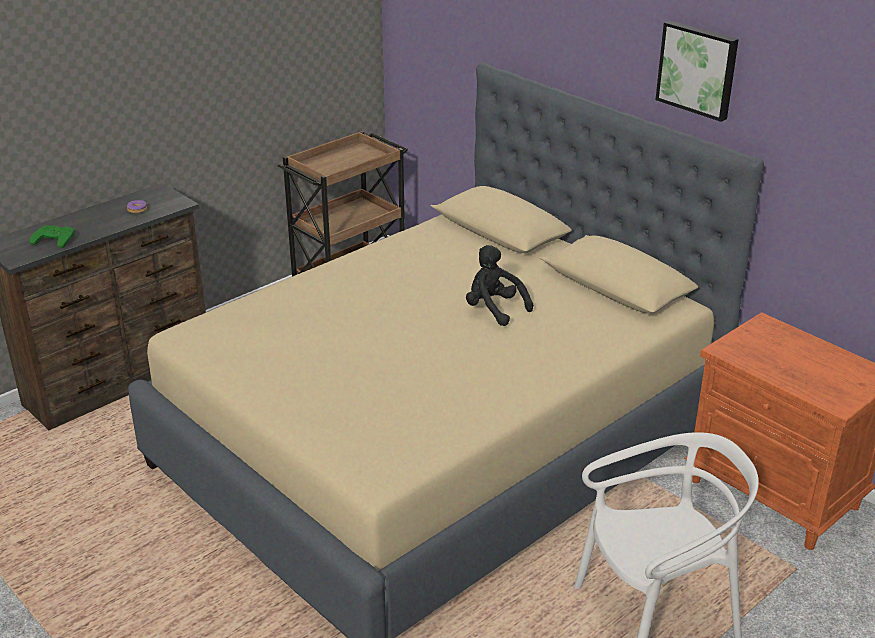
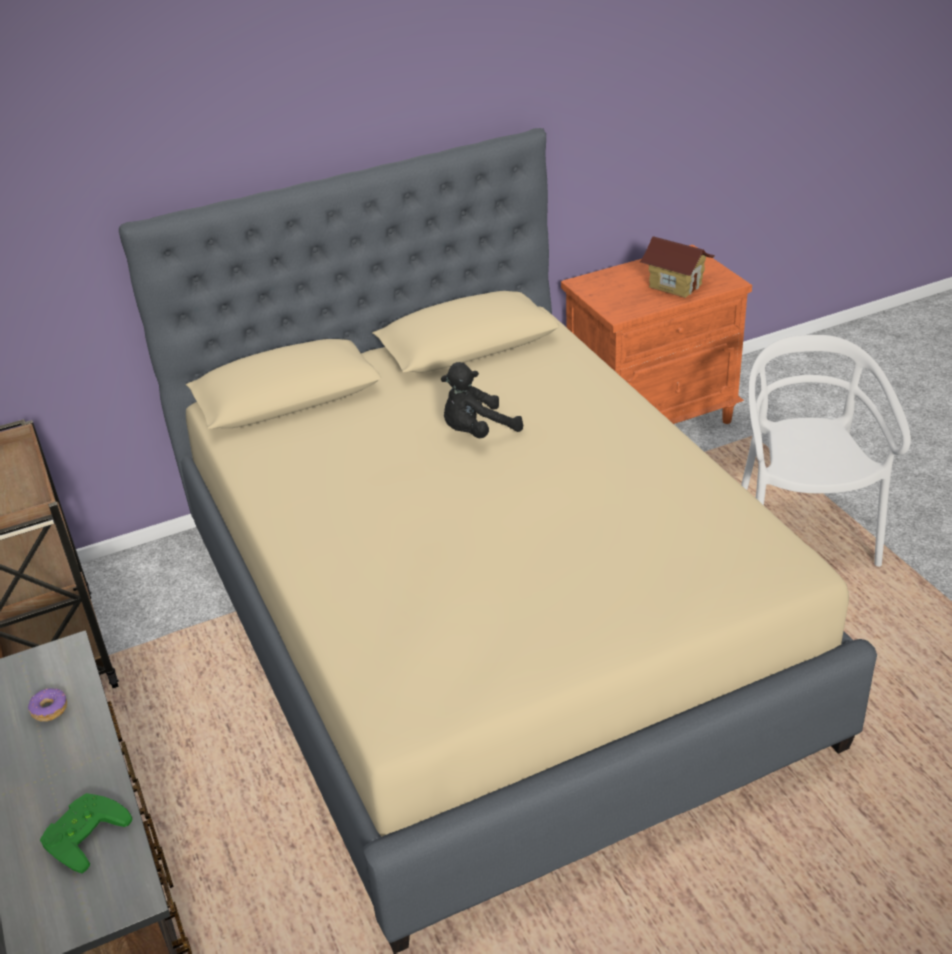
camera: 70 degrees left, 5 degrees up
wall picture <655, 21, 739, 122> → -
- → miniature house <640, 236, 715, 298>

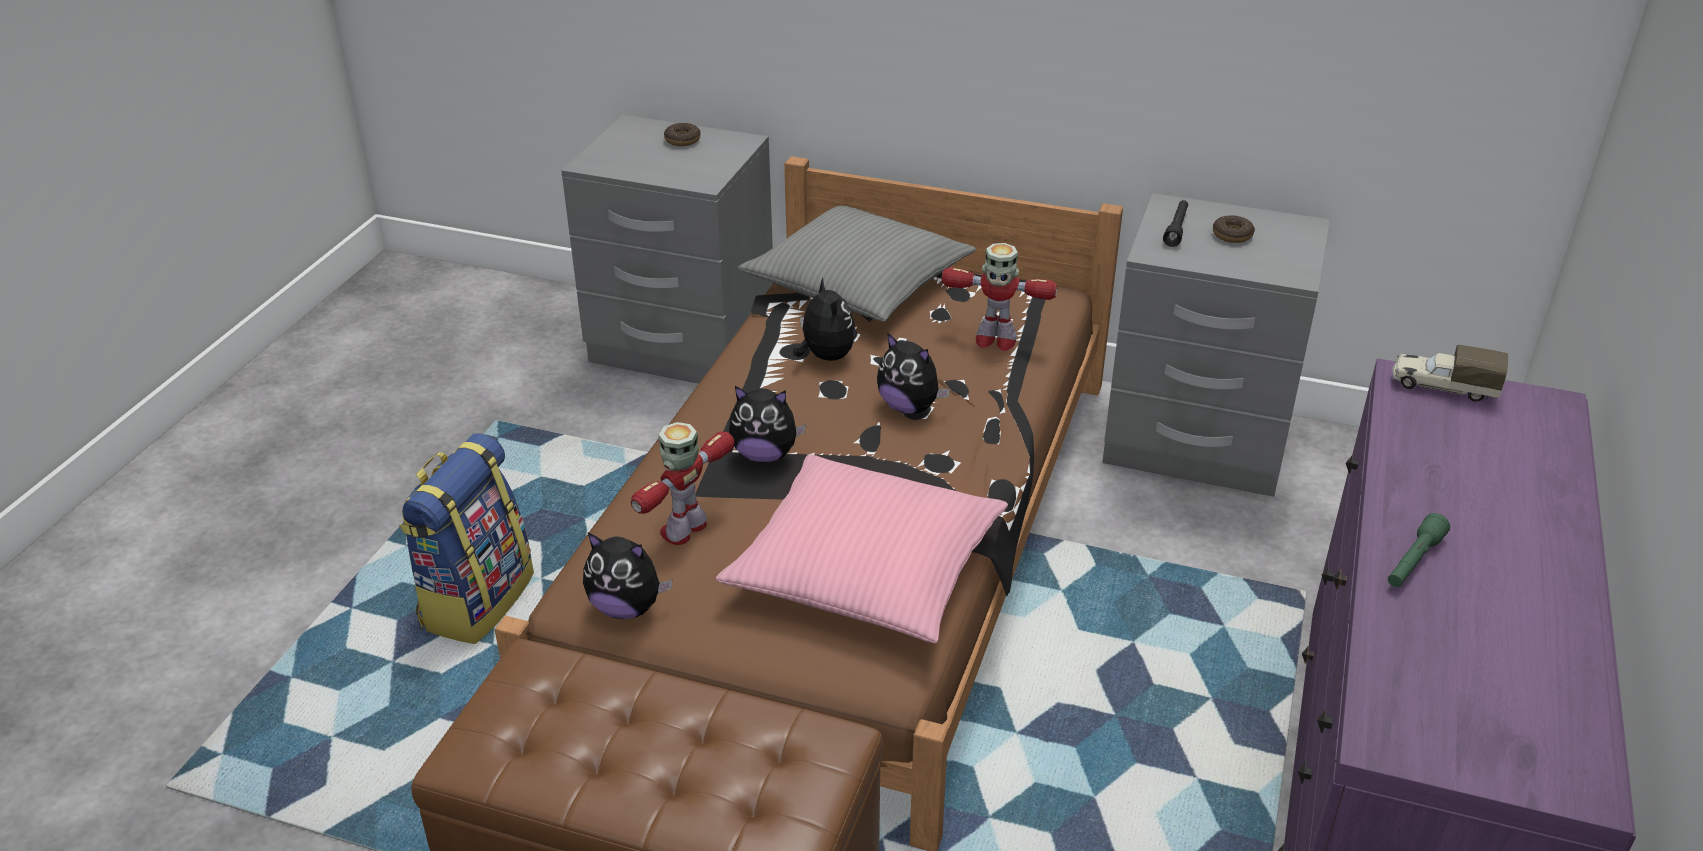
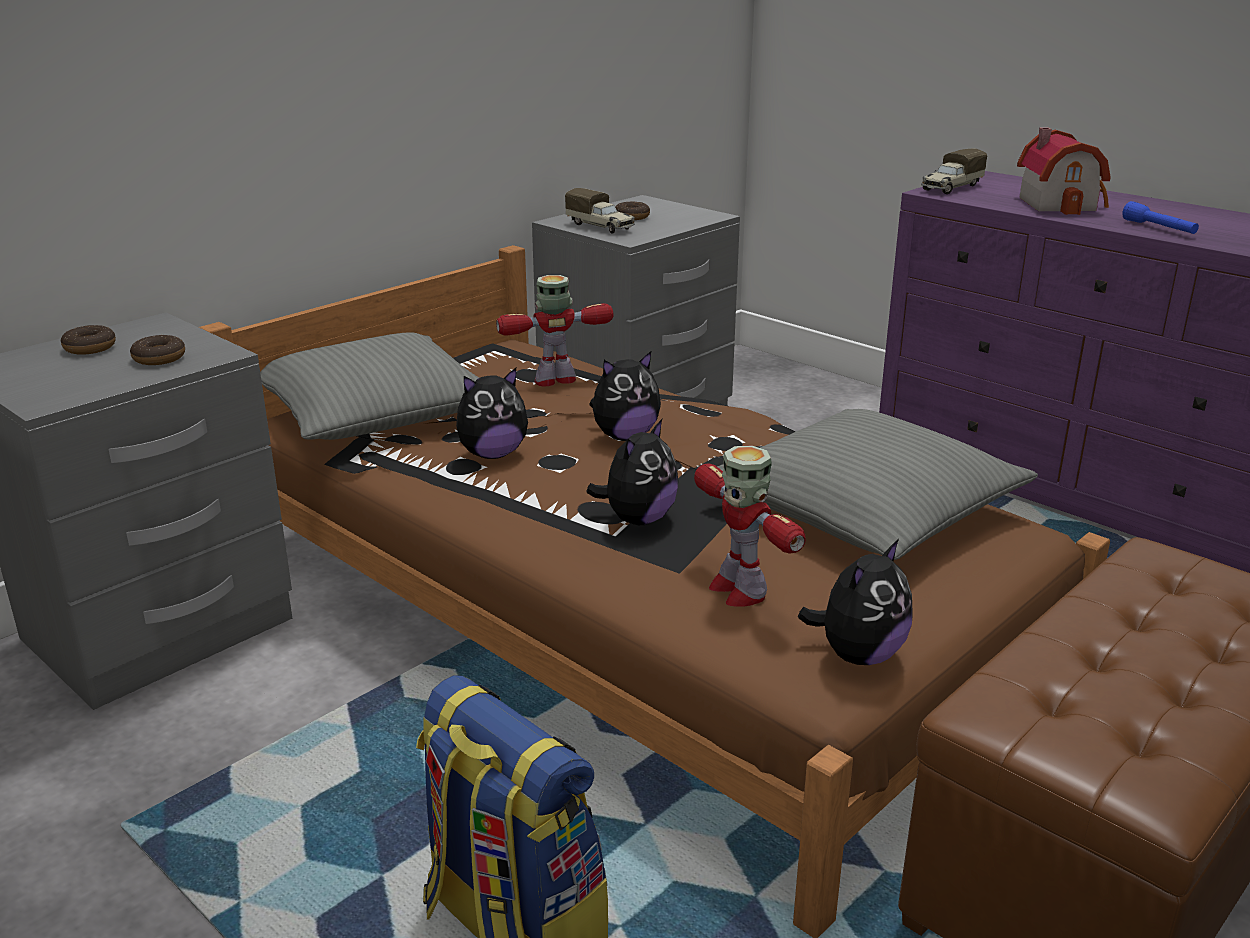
camera: 65 degrees left, 10 degrees down
flashlight (black) <1163, 200, 1188, 247> → model truck <565, 188, 635, 234>
robot figure <942, 243, 1057, 351> → robot figure <496, 275, 614, 386>, 150 degrees counterclockwise
plush toy <793, 278, 855, 361> → plush toy <456, 368, 528, 459>, 150 degrees clockwise
cushion (pink) <716, 455, 1008, 643> → cushion (greyish) <717, 409, 1038, 560>
flashlight (green) <1388, 513, 1450, 587> → flashlight (bluish) <1122, 201, 1199, 234>
- → miniature house <1017, 127, 1111, 215>
- → doughnut <130, 335, 185, 365>

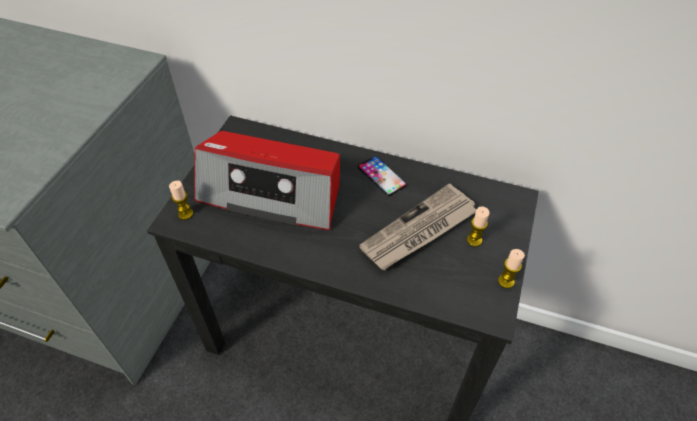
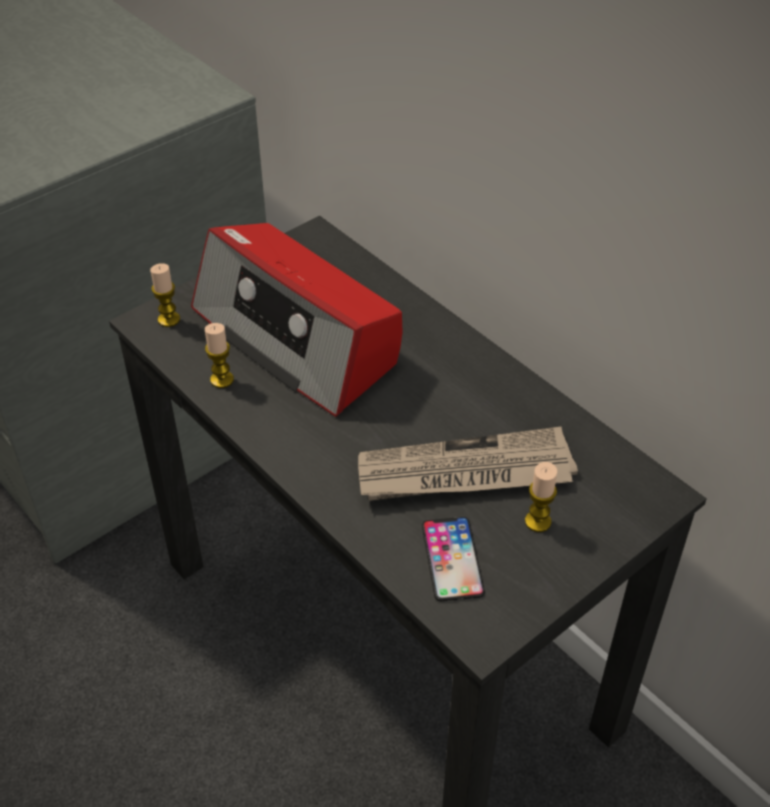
camera: 30 degrees right, 5 degrees down
telephone <358, 156, 407, 196> → telephone <422, 517, 485, 601>, relocated
candle <498, 249, 525, 289> → candle <205, 323, 234, 388>, relocated

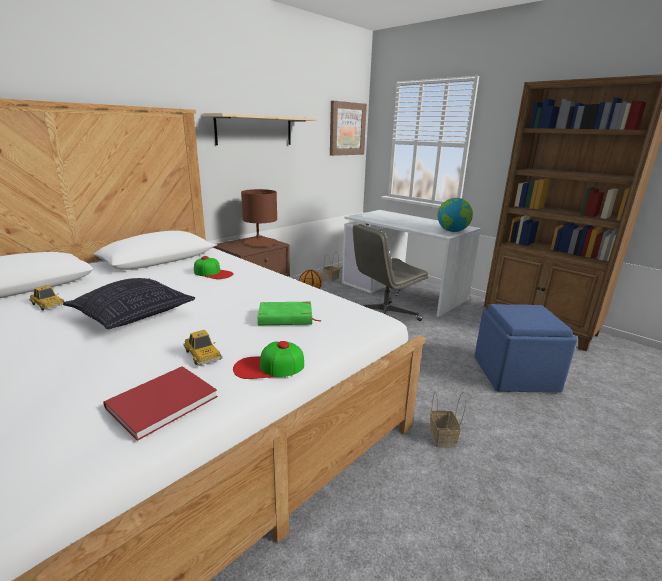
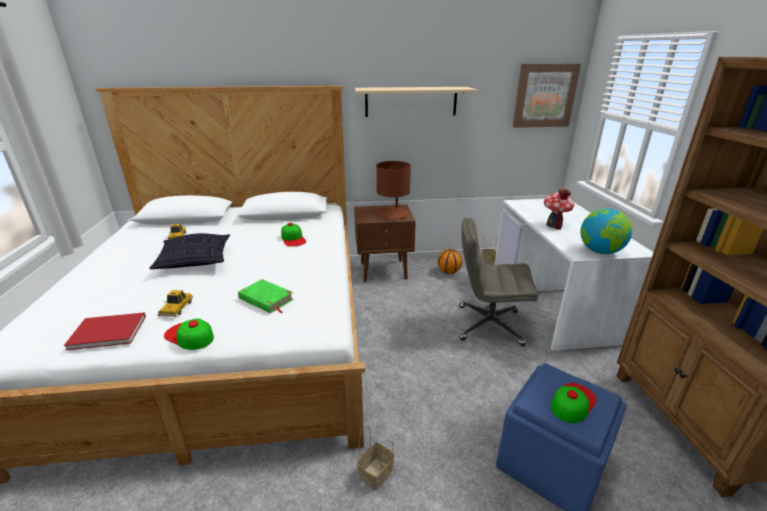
camera: 40 degrees right, 5 degrees up
- → miniature house <544, 189, 574, 230>
- → peaked cap <551, 383, 597, 423>

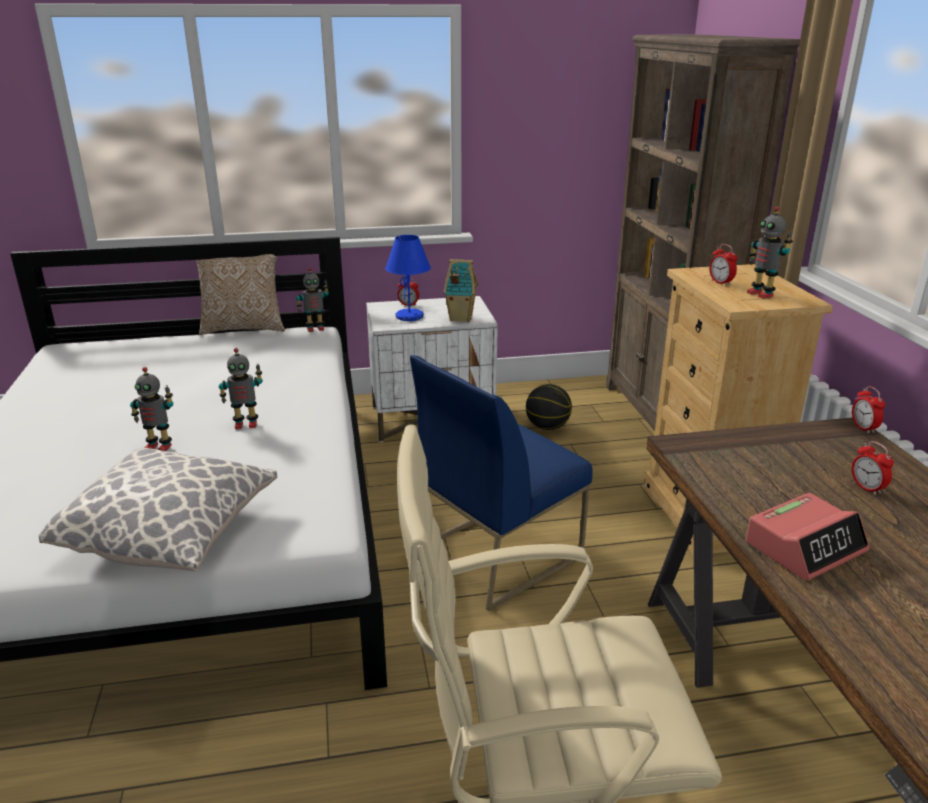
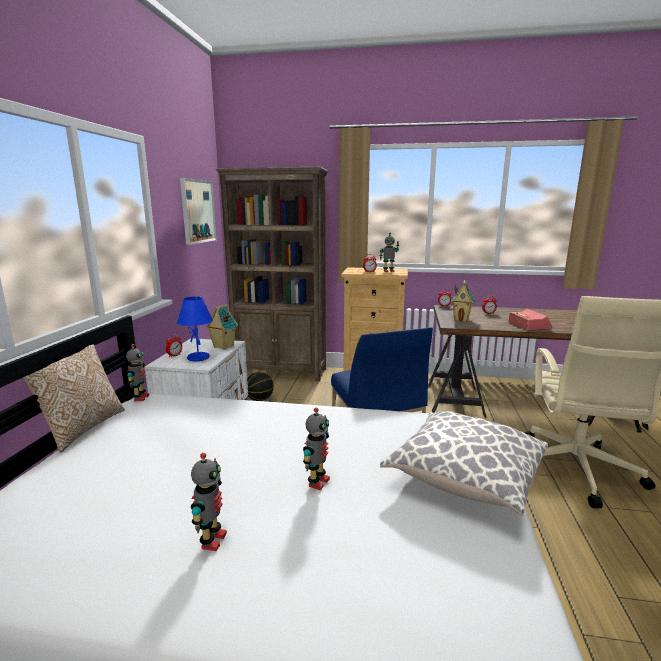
camera: 70 degrees left, 10 degrees down
robot figure <219, 348, 263, 429> → robot figure <191, 453, 227, 551>, relocated
- → wall picture <180, 178, 217, 245>
- → miniature house <451, 280, 475, 322>

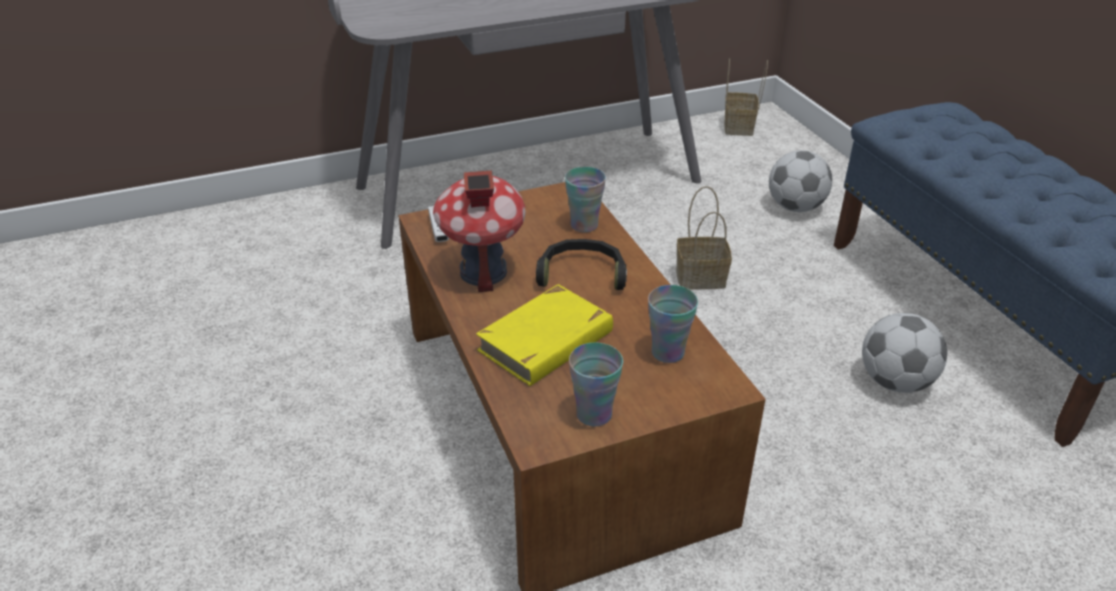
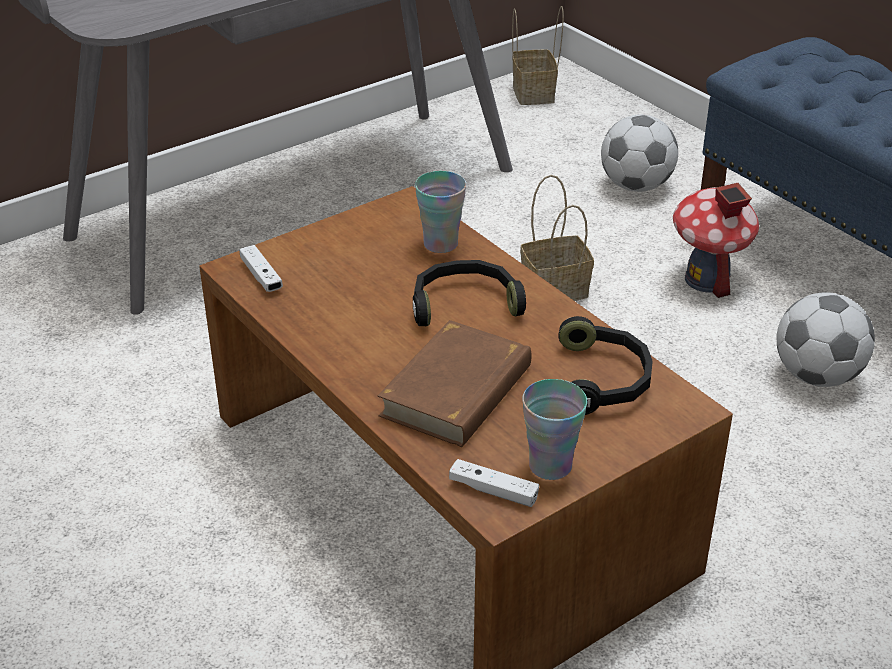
camera: 15 degrees left, 0 degrees up
miniature house <433, 170, 525, 292> → miniature house <673, 183, 759, 298>, relocated
book (yellowish) <476, 284, 614, 386> → book (brownish) <378, 320, 532, 447>
drinking cup <648, 285, 698, 363> → pair of headphones (black) <558, 316, 653, 415>
- → game controller (white-coloured) <449, 459, 539, 507>

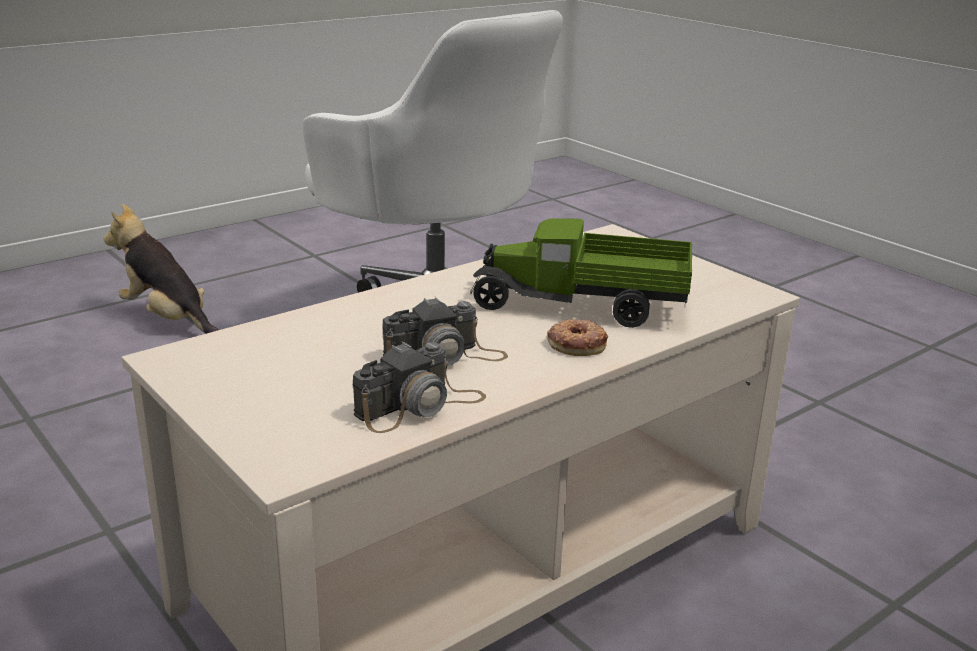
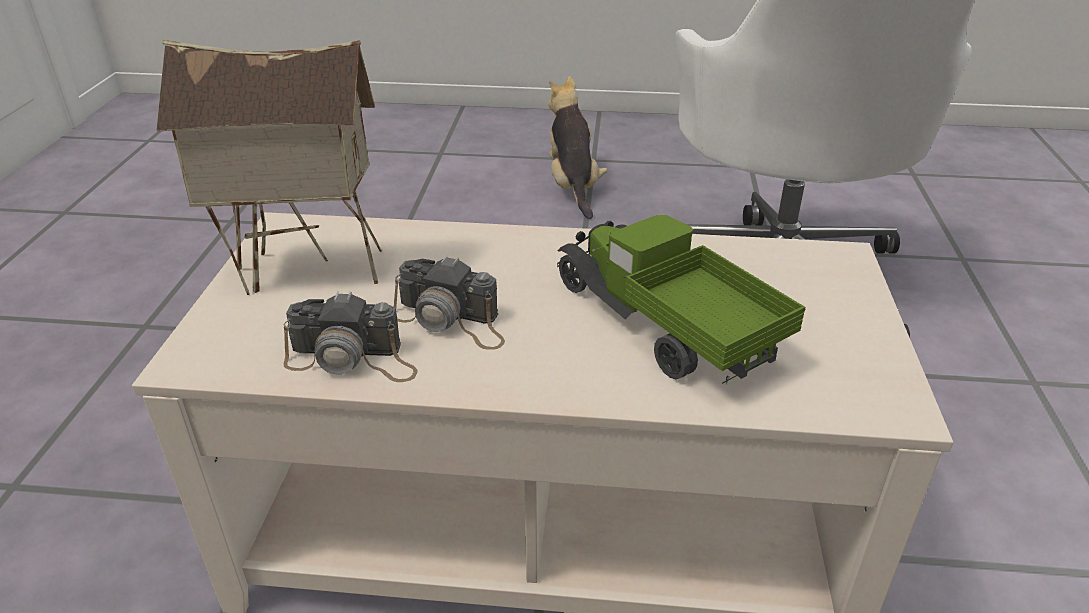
camera: 45 degrees right, 10 degrees up
doughnut <547, 319, 608, 356> → -
- → miniature house <156, 40, 382, 295>

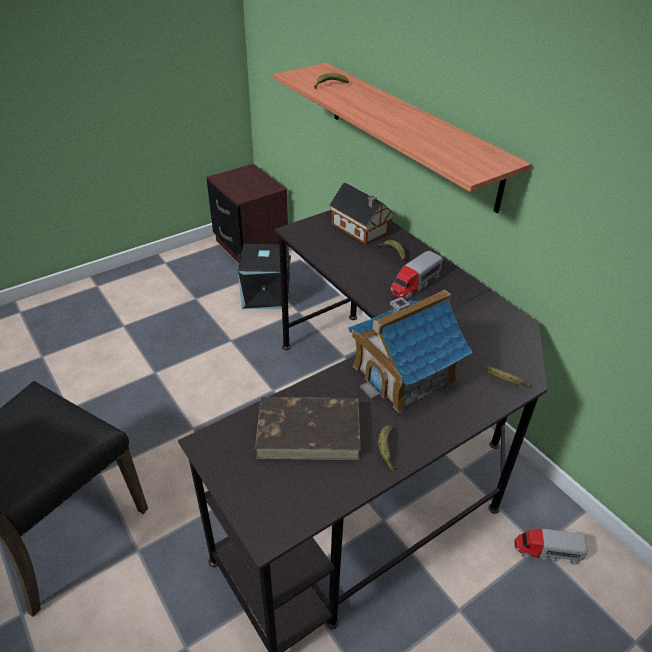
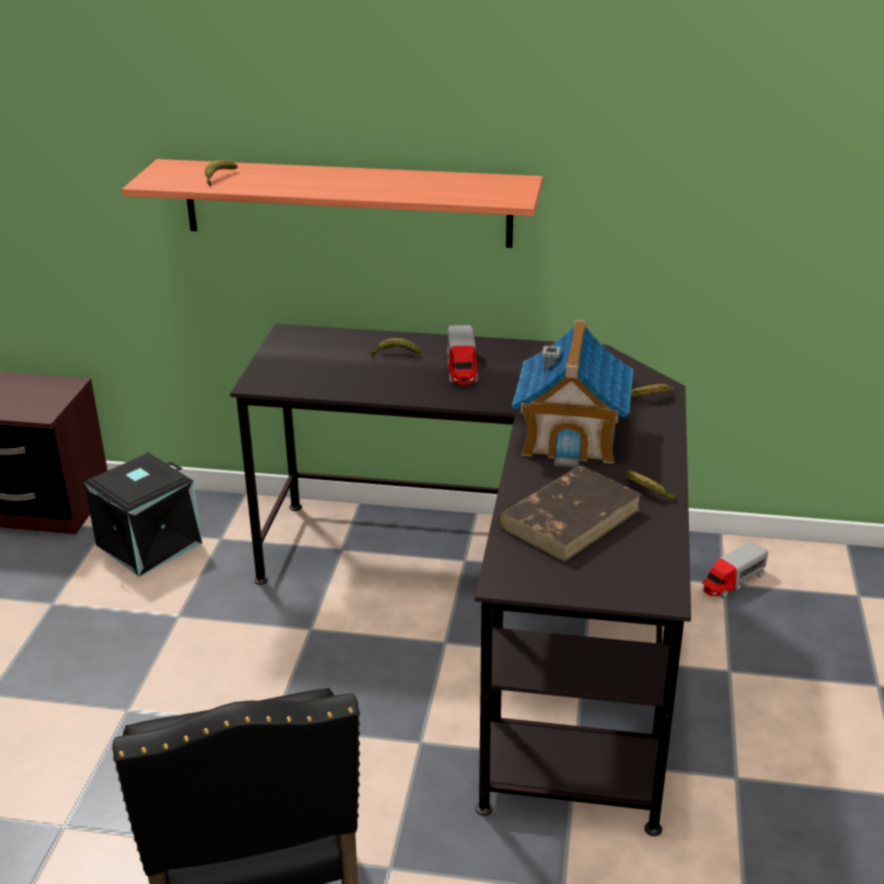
camera: 45 degrees left, 10 degrees down
miniature house <329, 183, 394, 244> → -

